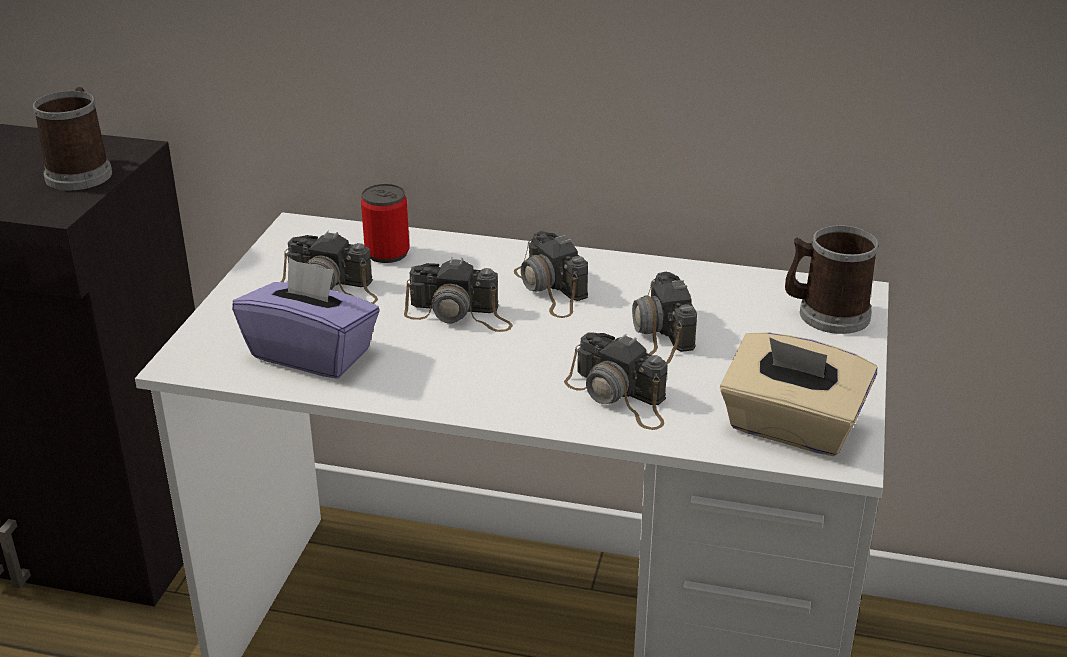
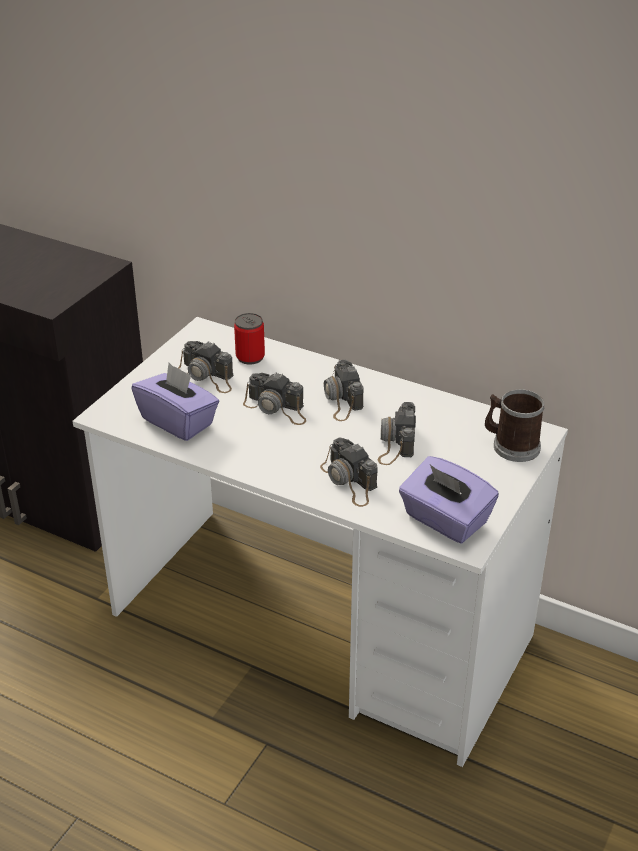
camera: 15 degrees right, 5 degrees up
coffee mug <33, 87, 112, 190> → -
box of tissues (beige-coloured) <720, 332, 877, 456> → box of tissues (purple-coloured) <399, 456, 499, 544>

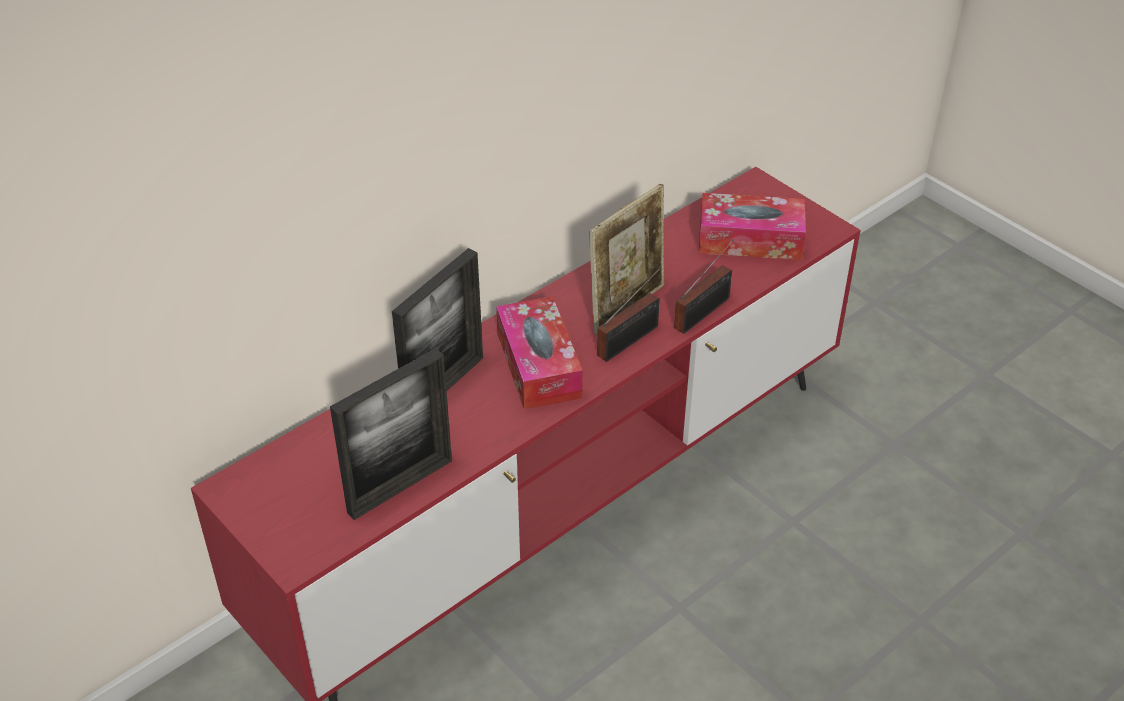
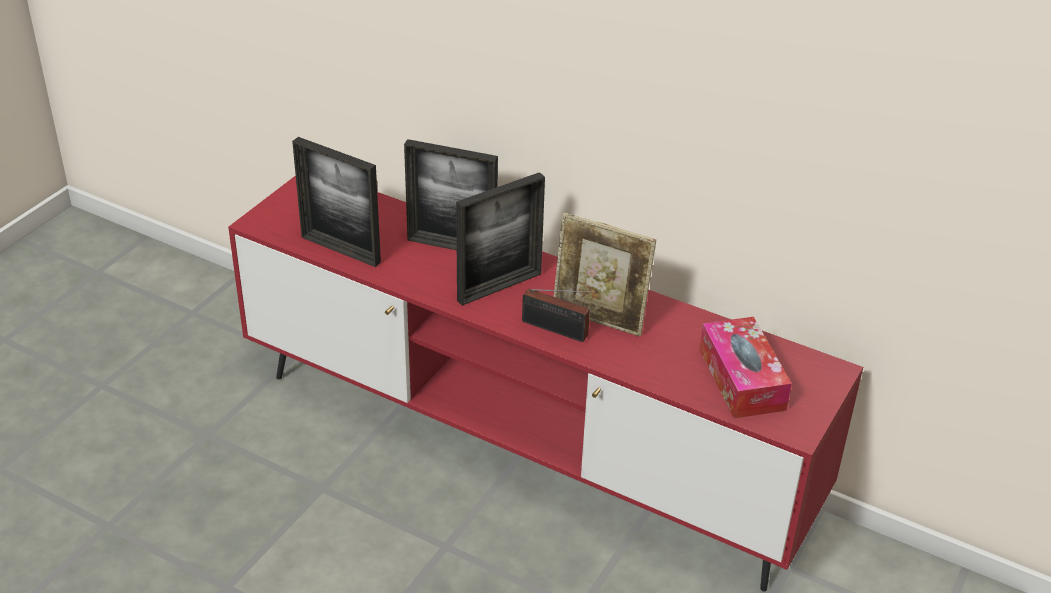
camera: 70 degrees right, 5 degrees down
radio receiver <674, 240, 734, 334> → -
box of tissues <496, 296, 583, 410> → standing frame <456, 172, 545, 306>

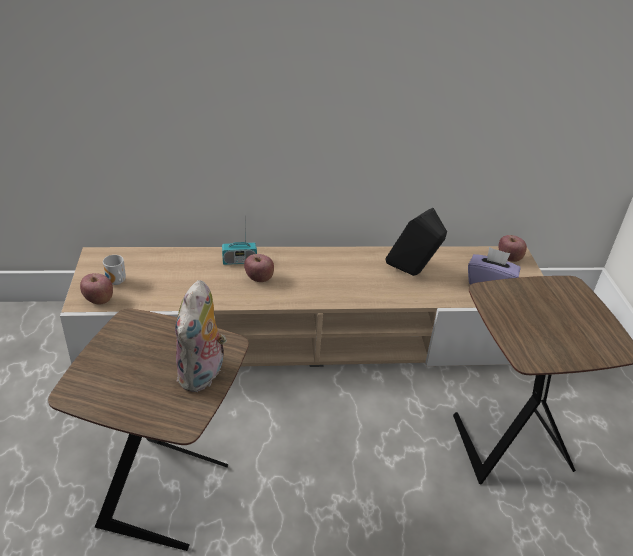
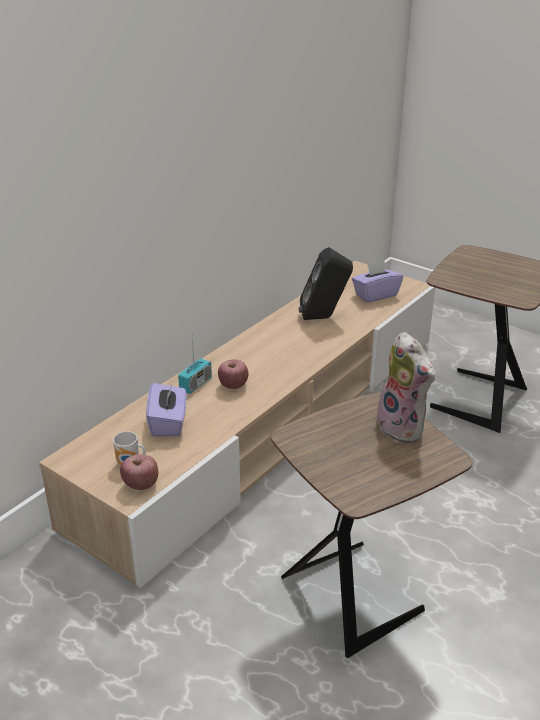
camera: 45 degrees left, 5 degrees down
whole apple <498, 235, 527, 262> → -
- → box of tissues (purple-coloured) <146, 382, 186, 437>

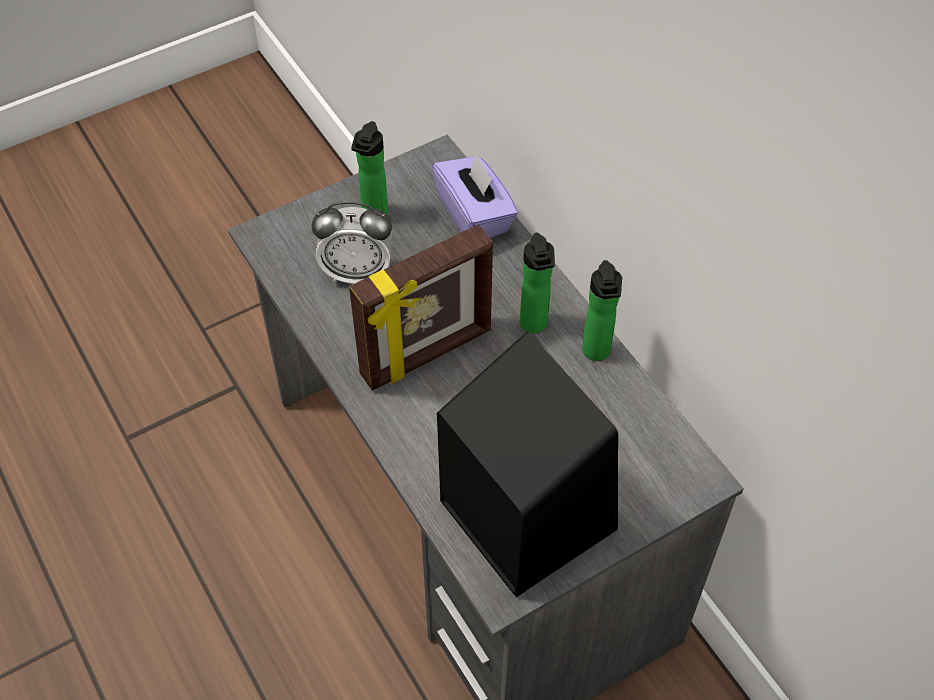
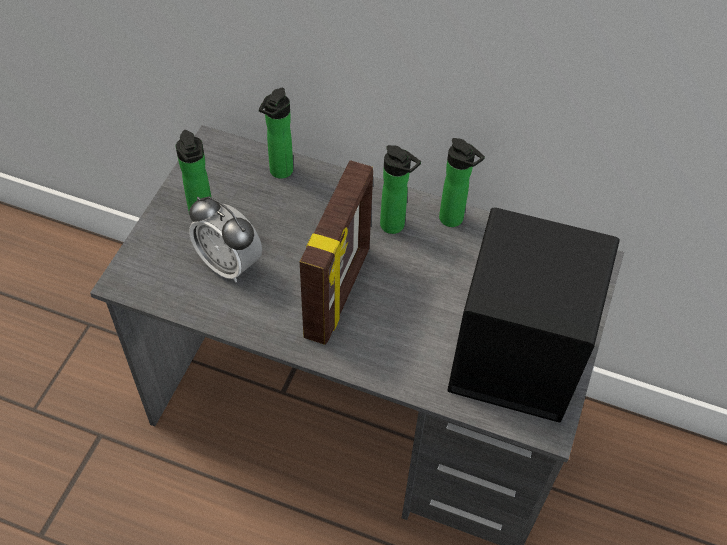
camera: 40 degrees left, 0 degrees up
box of tissues (purple-coloured) <432, 154, 518, 238> → bottle <259, 88, 293, 179>
bedside clock <312, 202, 392, 284> → bedside clock <189, 197, 262, 282>, 75 degrees clockwise

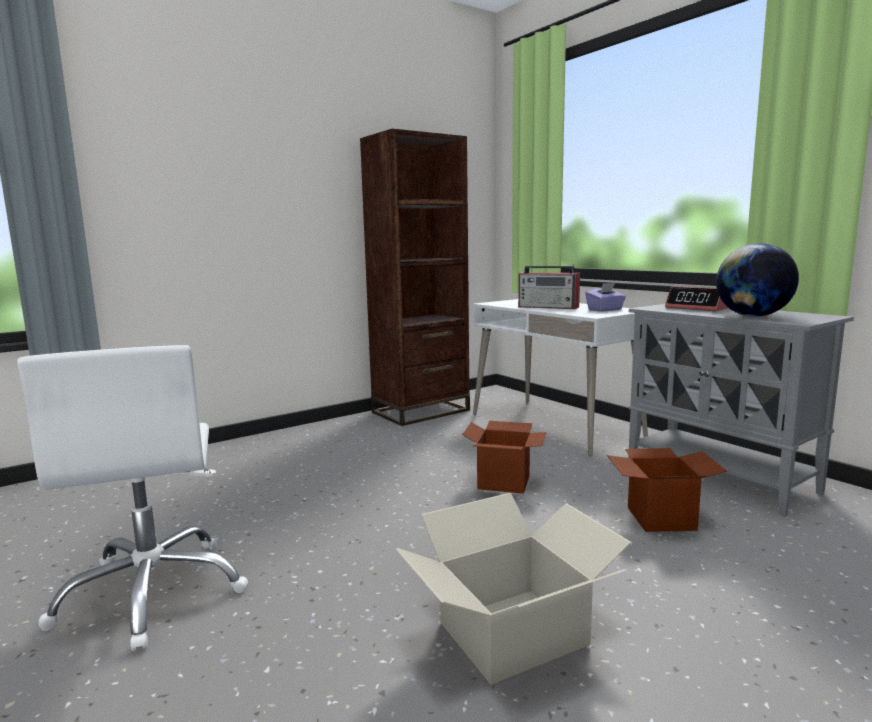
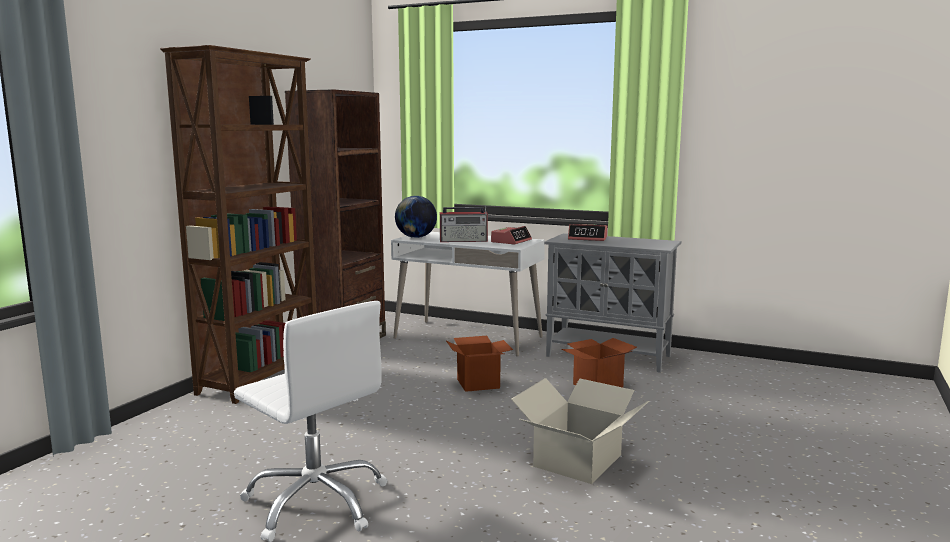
camera: 30 degrees left, 0 degrees up
world globe <716, 243, 799, 317> → world globe <395, 196, 437, 238>, relocated
box of tissues (purple-coloured) <585, 283, 626, 312> → bedside clock <491, 226, 532, 244>
- → shelving unit (brownish) <160, 45, 317, 404>

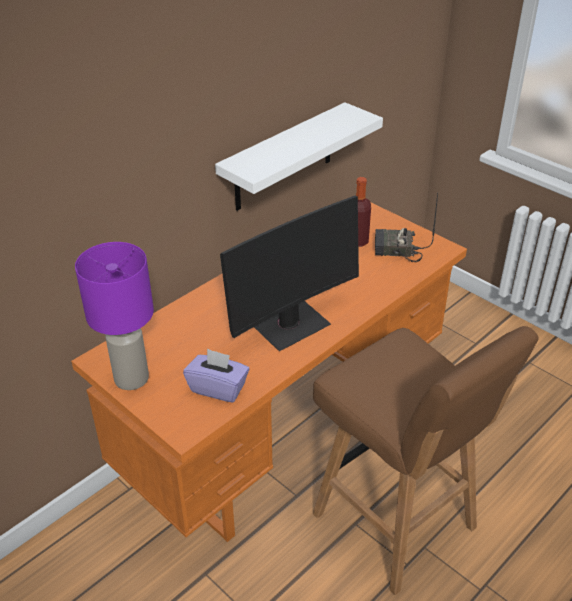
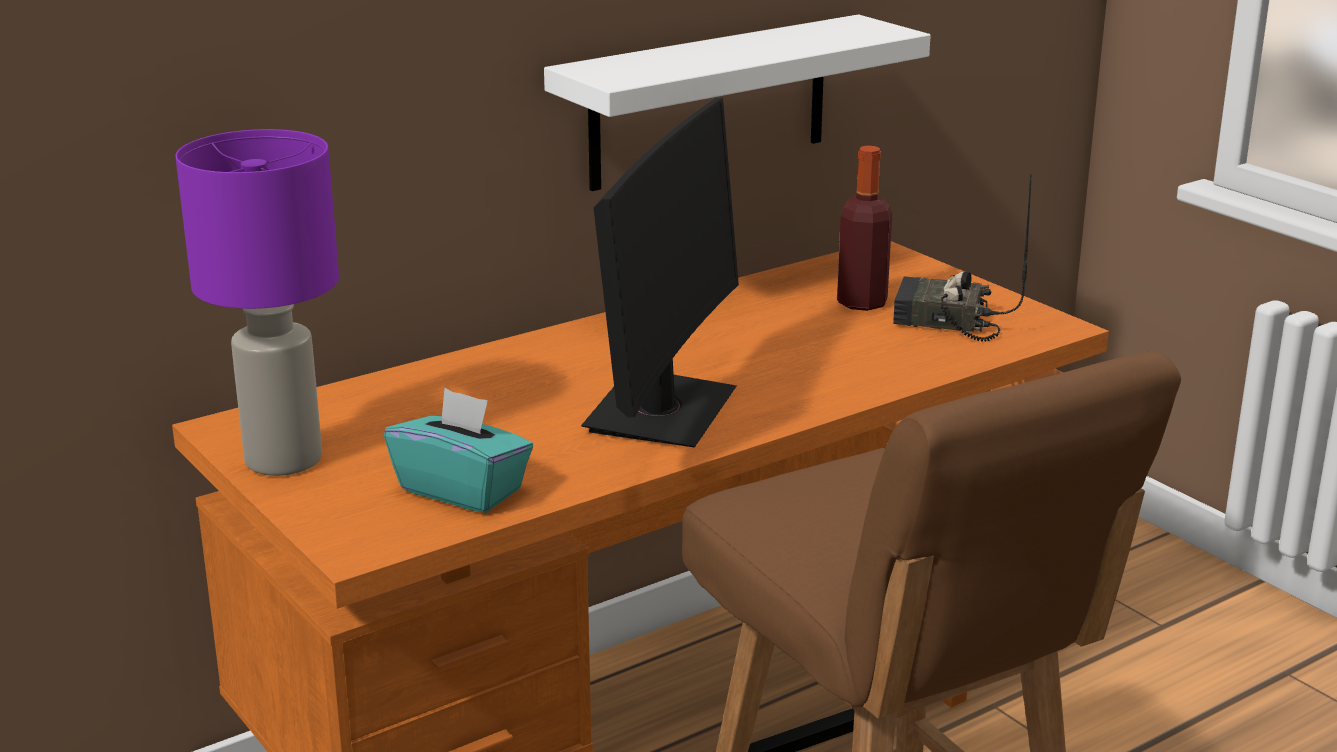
camera: 10 degrees right, 15 degrees down
monitor <220, 195, 359, 351> → monitor <581, 98, 739, 448>, 45 degrees counterclockwise
box of tissues (purple-coloured) <183, 348, 250, 403> → box of tissues (turquoise) <384, 388, 533, 513>

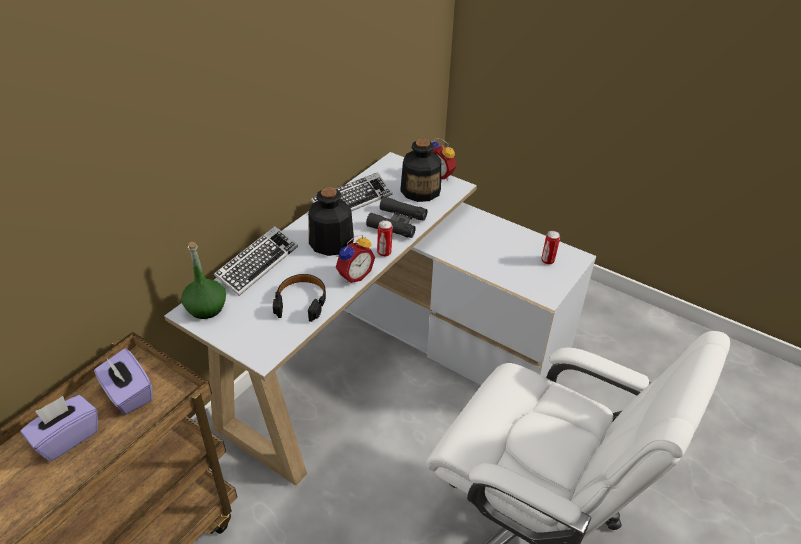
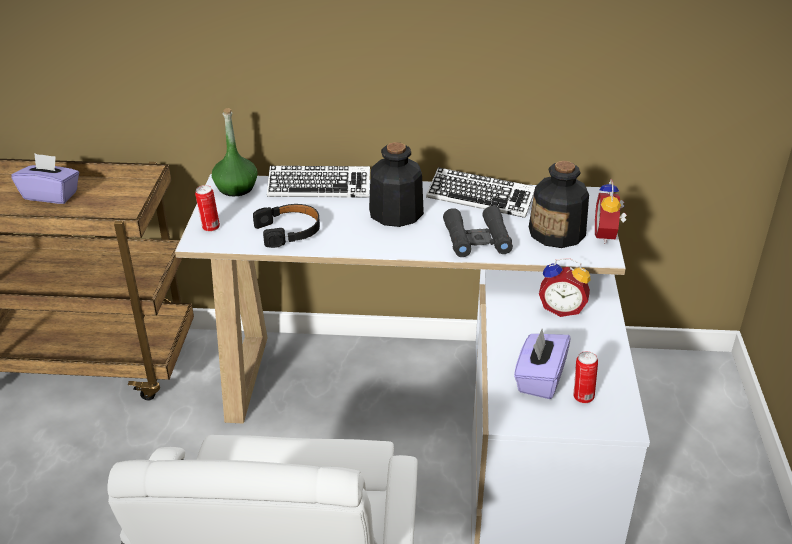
camera: 60 degrees right, 5 degrees down
can <377, 220, 393, 257> → can <195, 185, 220, 232>, relocated
bedside clock <336, 234, 375, 283> → bedside clock <539, 258, 590, 317>, relocated
box of tissues (purple-coloured) <94, 348, 153, 415> → box of tissues (purple-coloured) <514, 329, 571, 399>, relocated

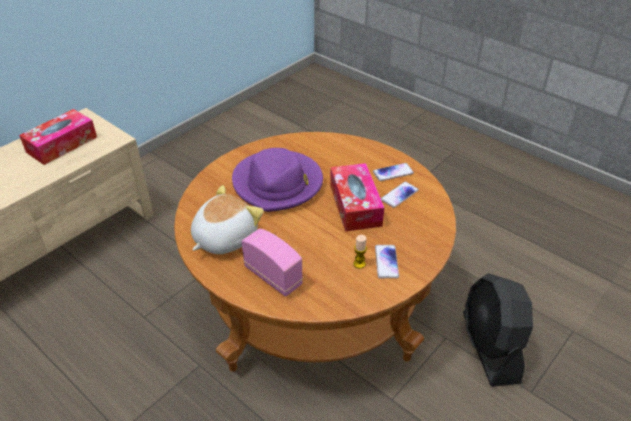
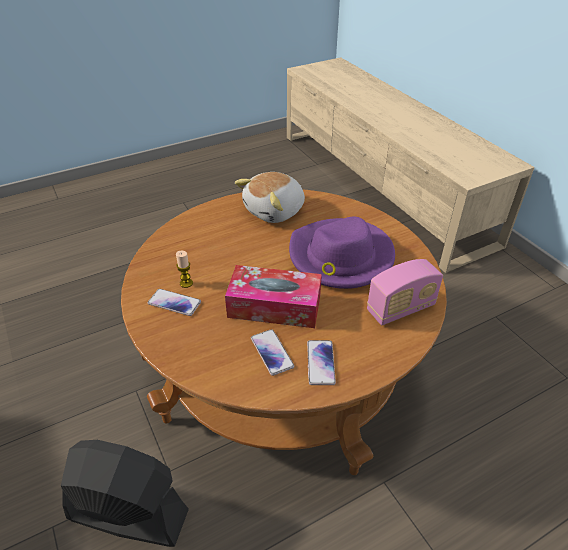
camera: 110 degrees right, 0 degrees up
box of tissues <19, 109, 97, 165> → -
plush toy <191, 185, 264, 254> → plush toy <235, 172, 305, 223>, 75 degrees clockwise
radio receiver <242, 229, 303, 297> → radio receiver <367, 259, 443, 325>, relocated

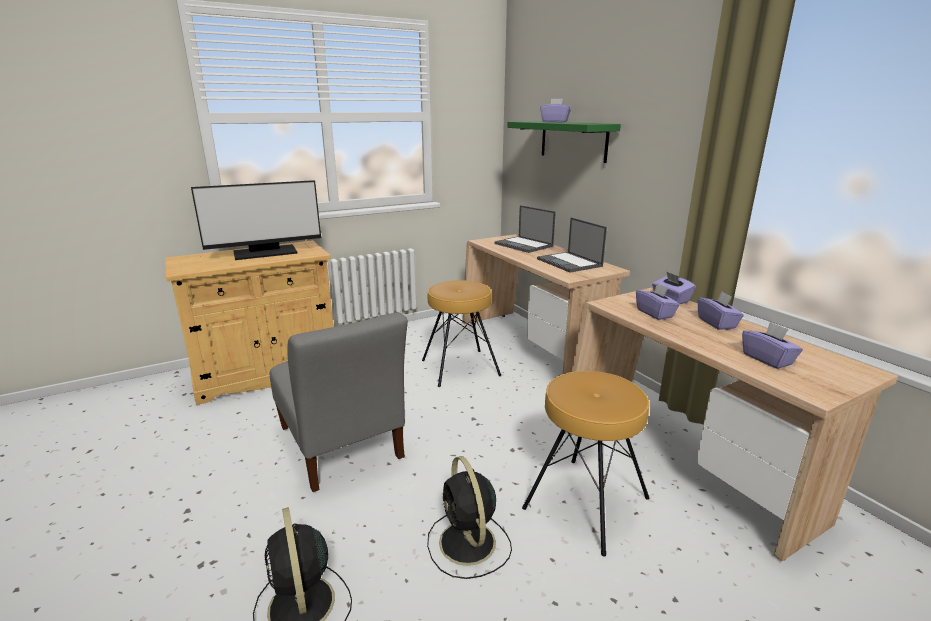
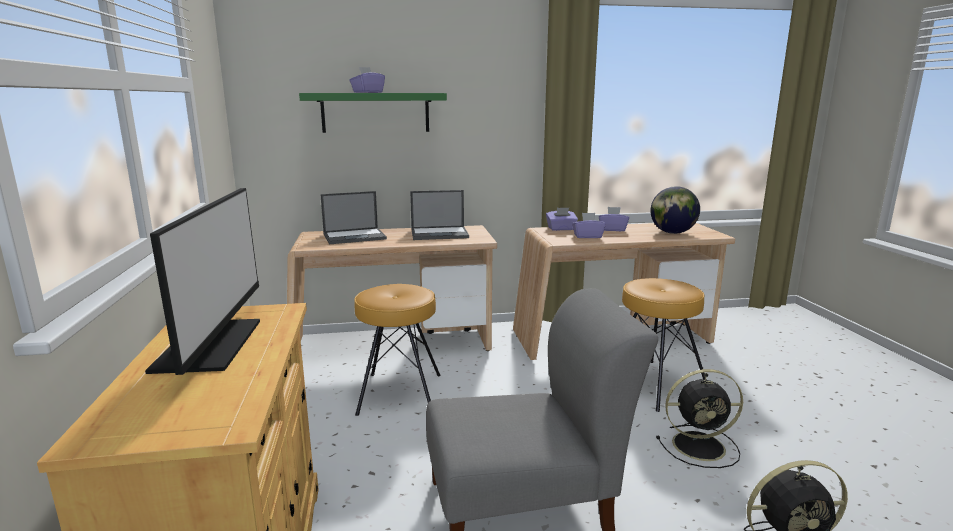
camera: 70 degrees left, 5 degrees down
box of tissues (purple-coloured) <742, 322, 803, 369> → world globe <651, 186, 700, 234>

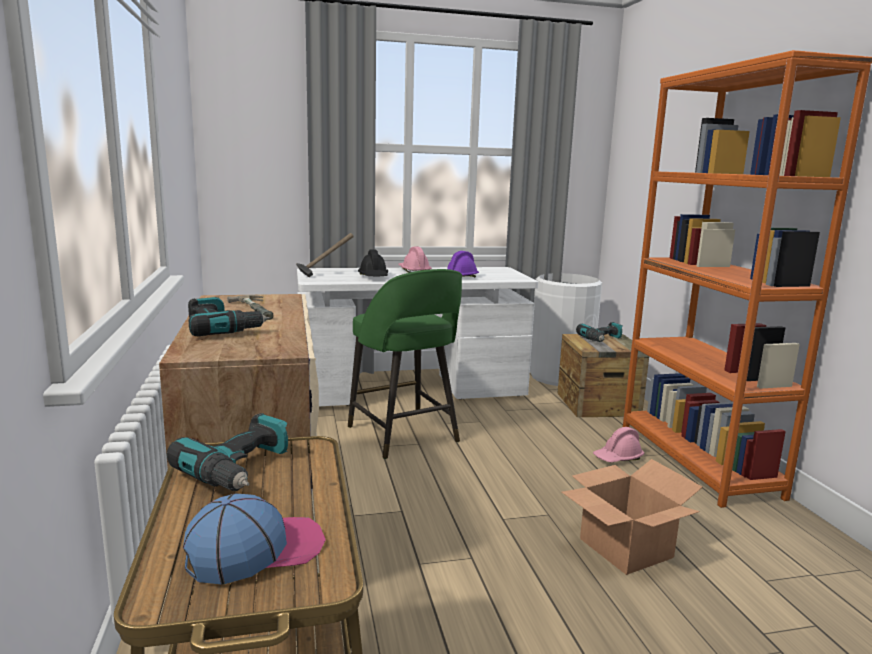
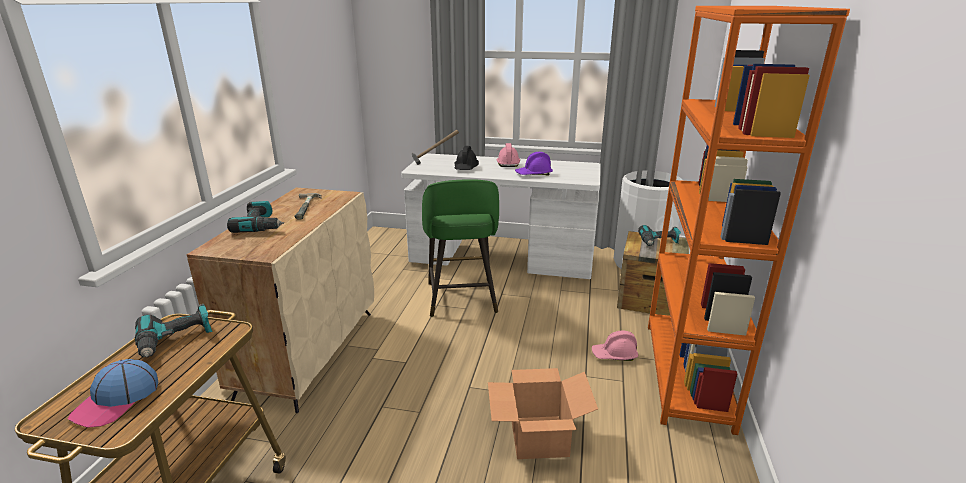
camera: 25 degrees right, 10 degrees up
peaked cap <183, 493, 326, 585> → peaked cap <68, 359, 158, 428>, 120 degrees clockwise

